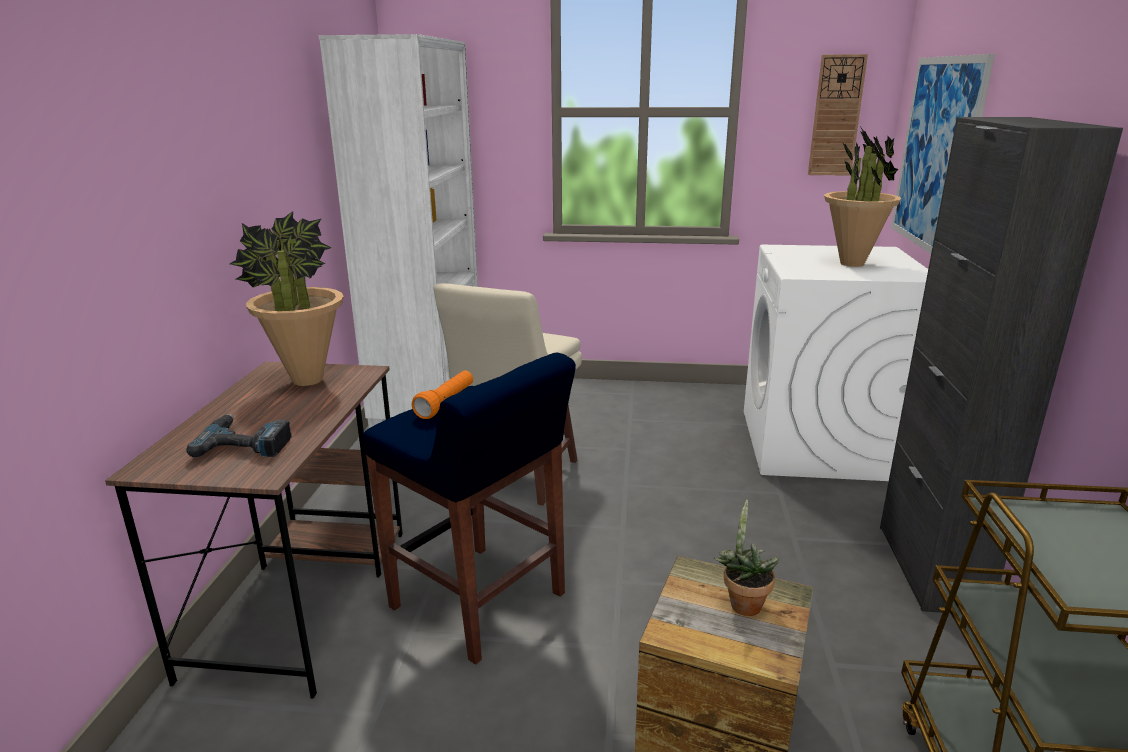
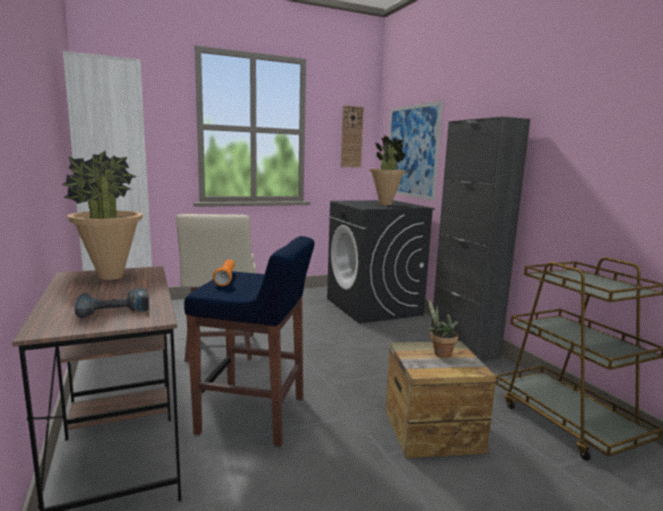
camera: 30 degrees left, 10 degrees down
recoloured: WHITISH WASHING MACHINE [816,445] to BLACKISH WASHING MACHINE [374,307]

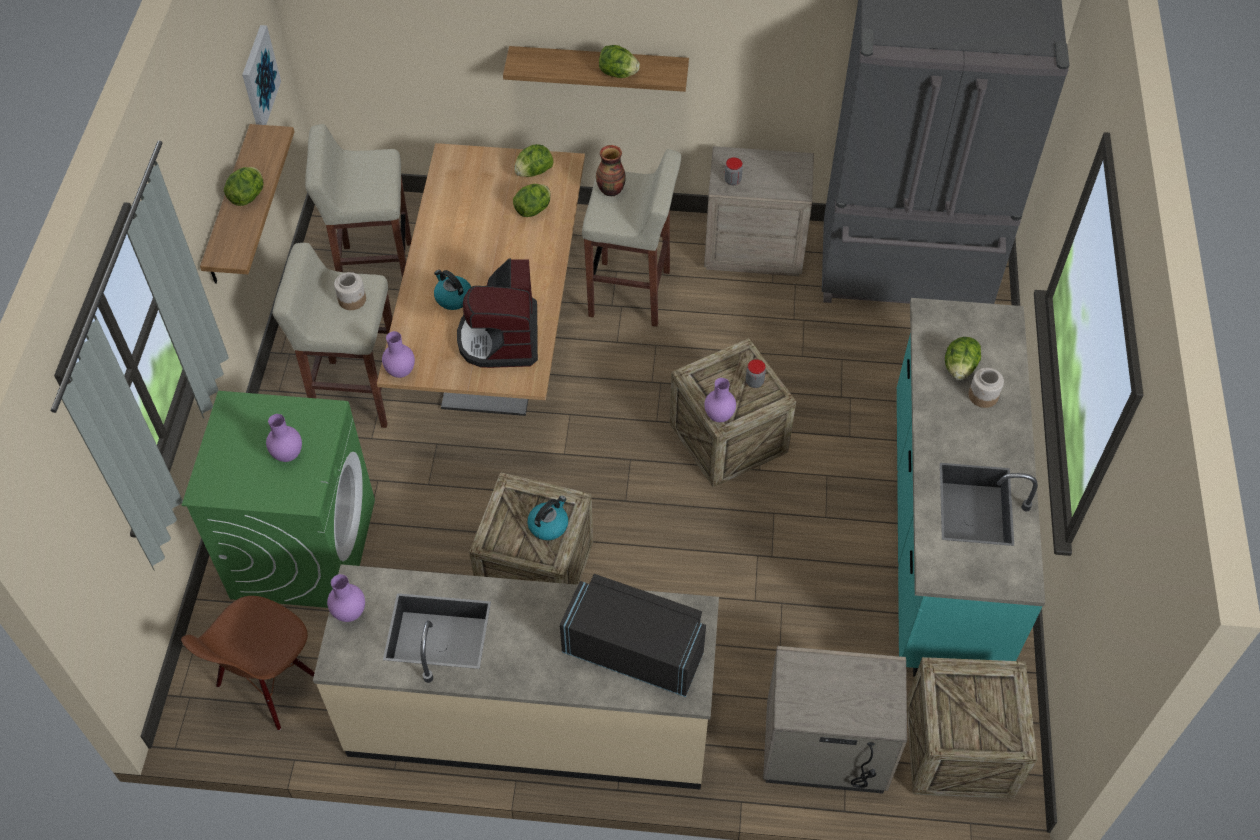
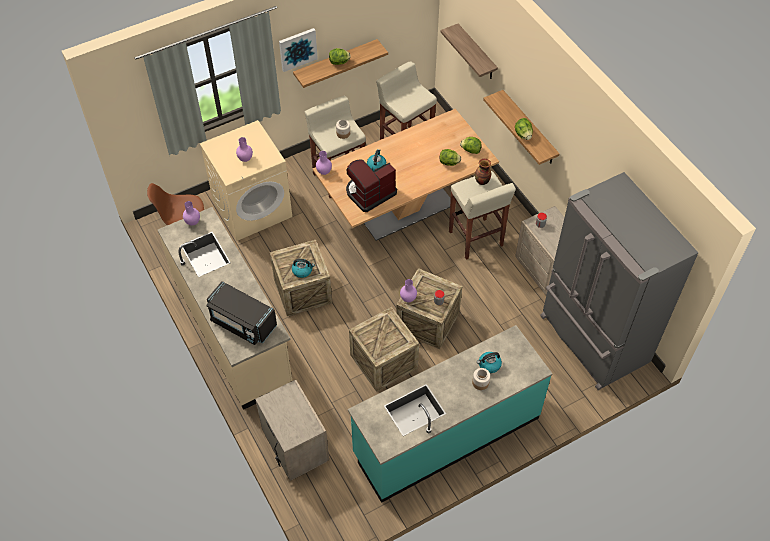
camera: 55 degrees right, 0 degrees up
added: BRACKET SHELF [476,53]
moved: WALL ART [259,77] to [297,49]; SHIPPING CRATE [959,748] to [384,361]
replaced: LETTUCE HEAD [959,368] to WATER KETTLE [489,365]
recoloured: GREENISH WASHING MACHINE [303,547] to BEIGE-COLOURED WASHING MACHINE [252,208]
turned: BLACKISH KITCHEN MICROWAVE [634,651] = [242,322] 135 degrees clockwise

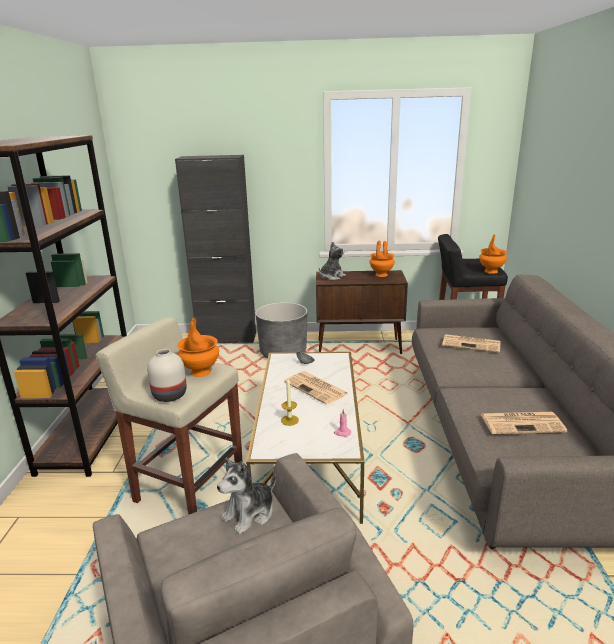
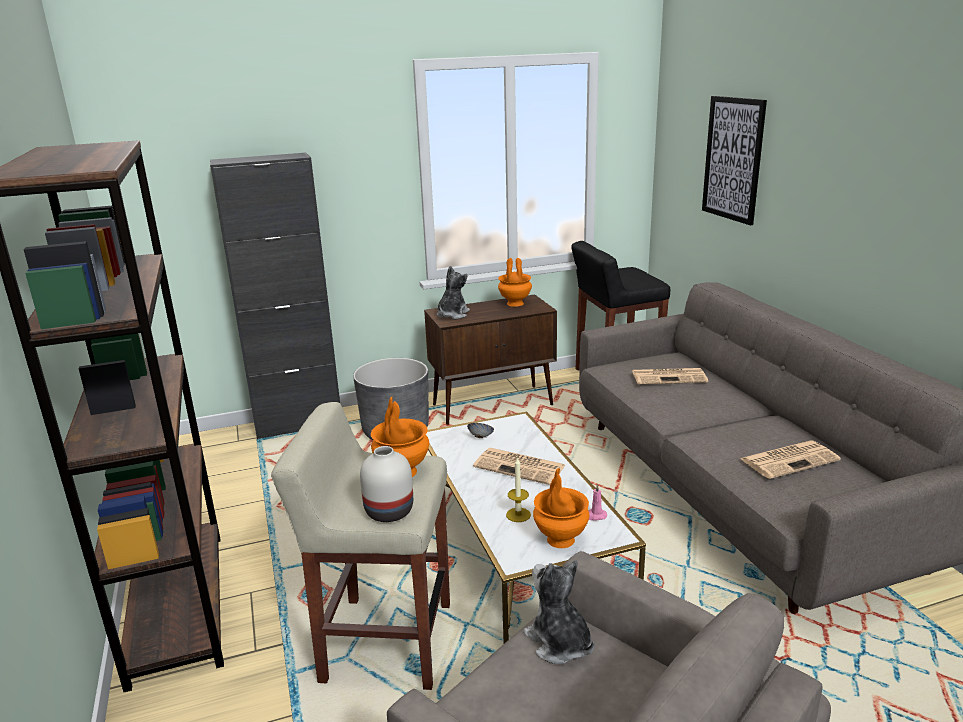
camera: 20 degrees left, 0 degrees up
added: WALL ART [733,159]
moved: ORANGE DECORATIVE VASE [491,271] to [560,539]
turned: PLUSH TOY [250,513] = [559,643] 120 degrees clockwise

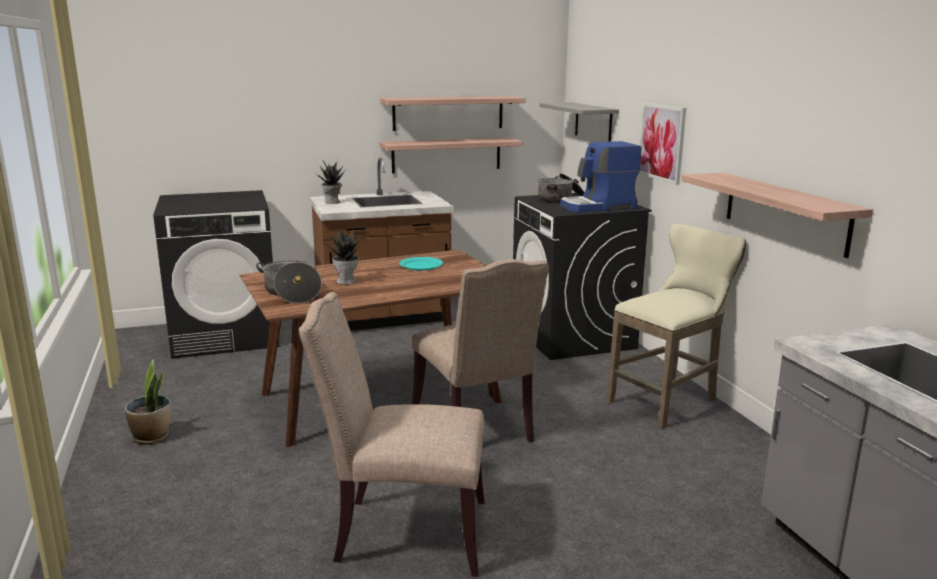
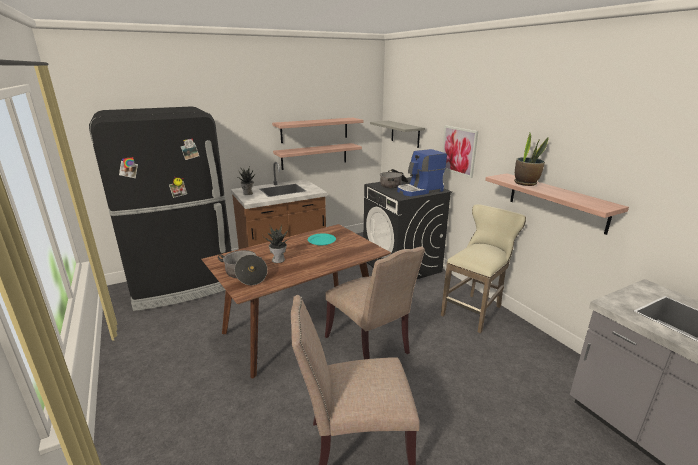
camera: 10 degrees left, 5 degrees up
moved: HOUSEPLANT [152,437] to [526,183]
replaced: BLACKISH WASHING MACHINE [226,336] to BLACKISH REFRIGERATOR [184,285]

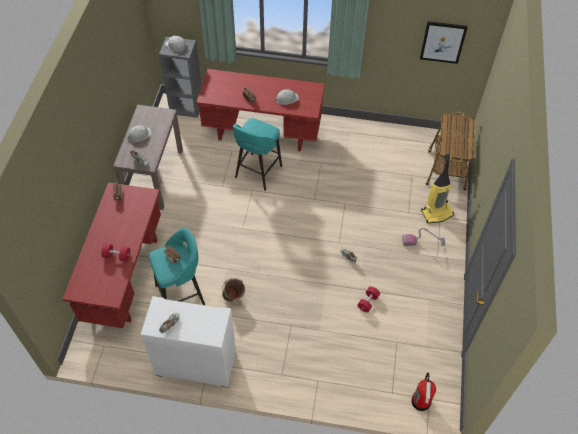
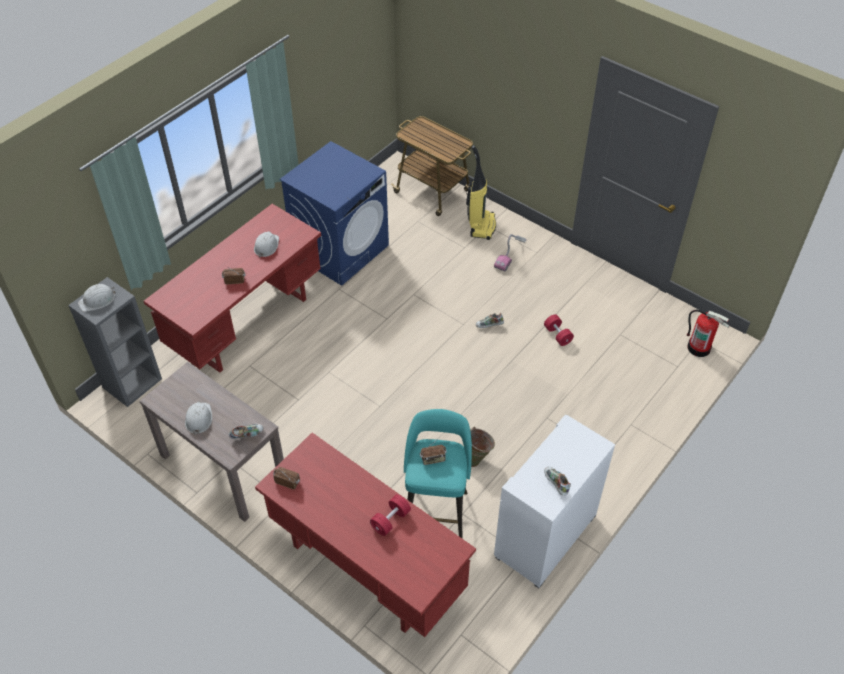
camera: 60 degrees left, 5 degrees down
removed: TURQUOISE-COLOURED STOOL SEAT [257,172]; WALL ART [443,42]
added: BLUE WASHING MACHINE [340,250]

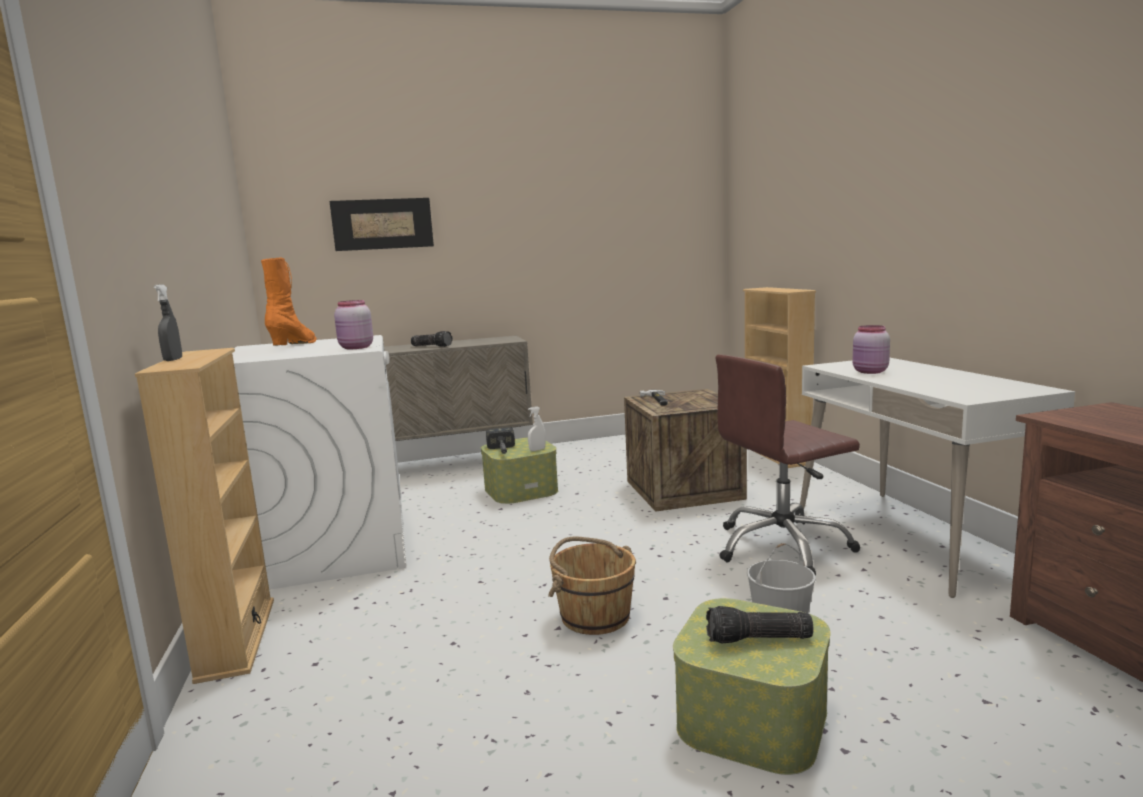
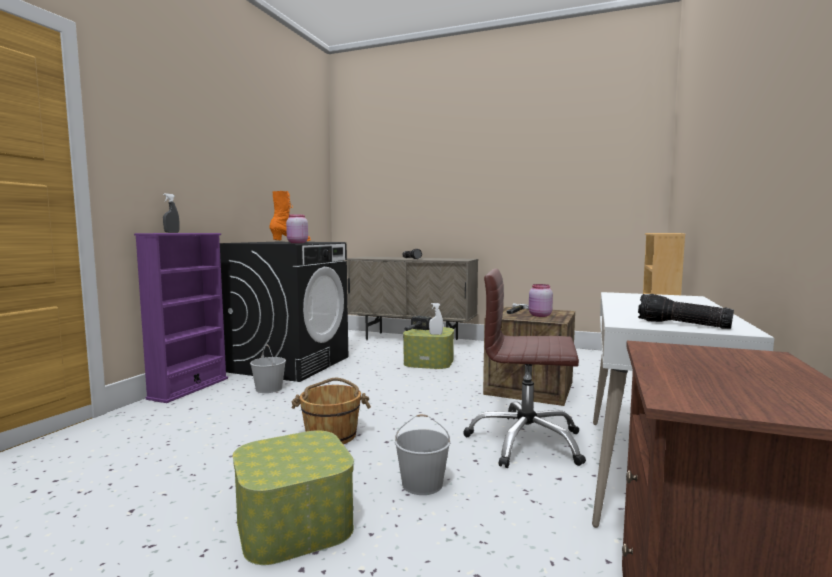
camera: 35 degrees right, 5 degrees down
removed: WALL ART [382,224]
added: WHITISH BUCKET [268,388]
moved: FLASHLIGHT [758,640] to [682,324]; PINK JAR [870,372] to [539,315]
recoloured: BEIGE-COLOURED SHELVING UNIT [236,638] to PURPLISH SHELVING UNIT [189,388]; WHITISH WASHING MACHINE [333,548] to BLACKISH WASHING MACHINE [290,364]

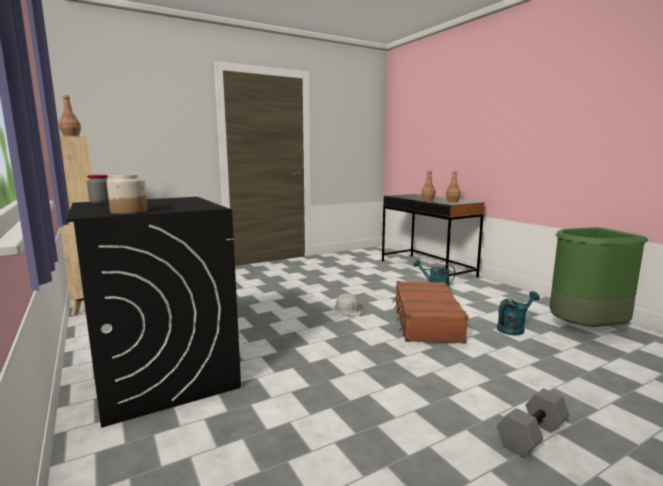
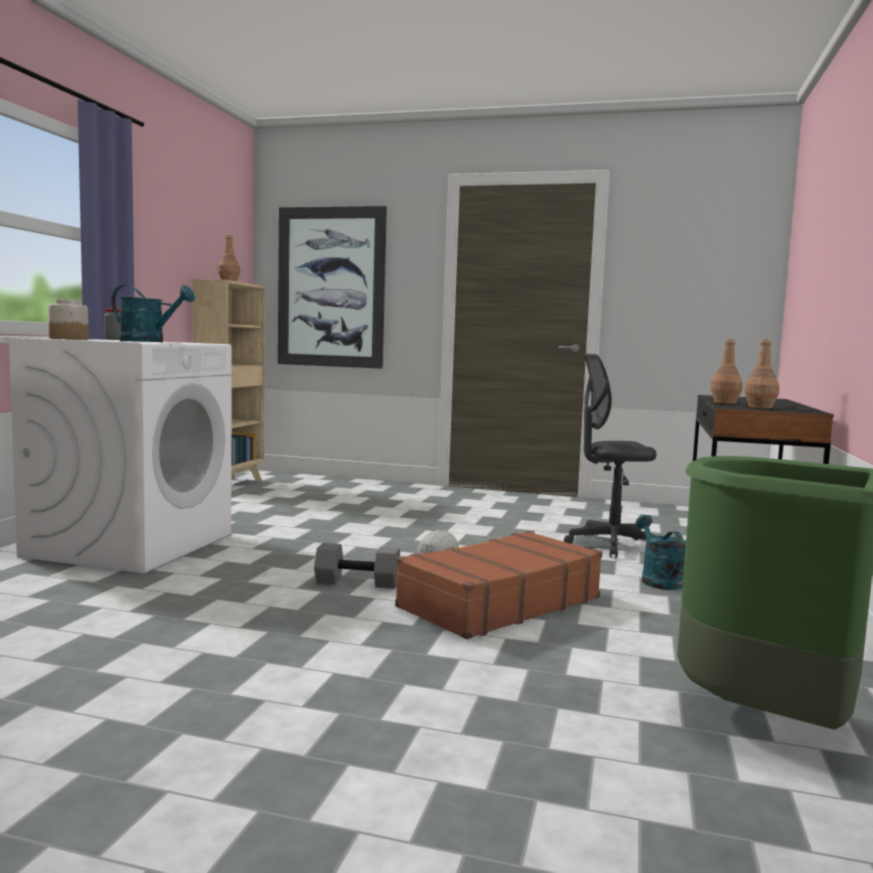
camera: 45 degrees right, 5 degrees down
added: WALL ART [331,287]; GRAY OFFICE CHAIR [610,545]
moved: TURQUOISE-COLOURED WATERING POT [513,328] to [149,341]; GRAY FREE WEIGHT [532,436] to [356,583]
recoloured: BLACKISH WASHING MACHINE [164,374] to WHITISH WASHING MACHINE [131,544]

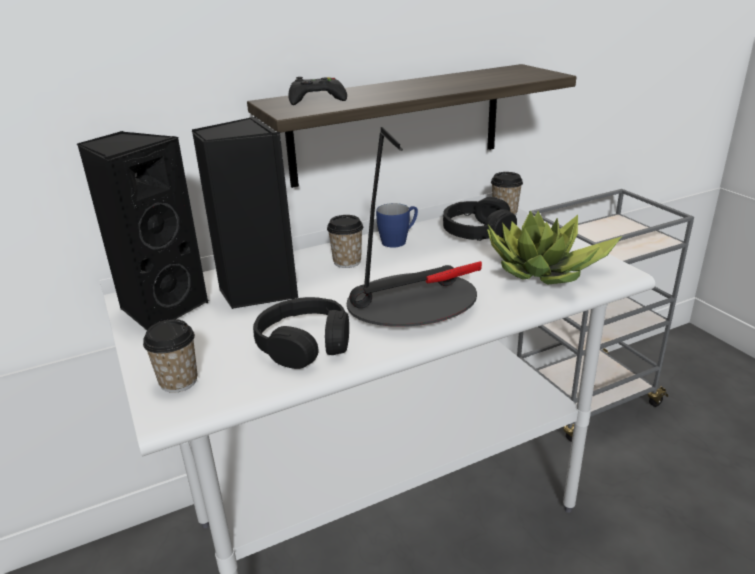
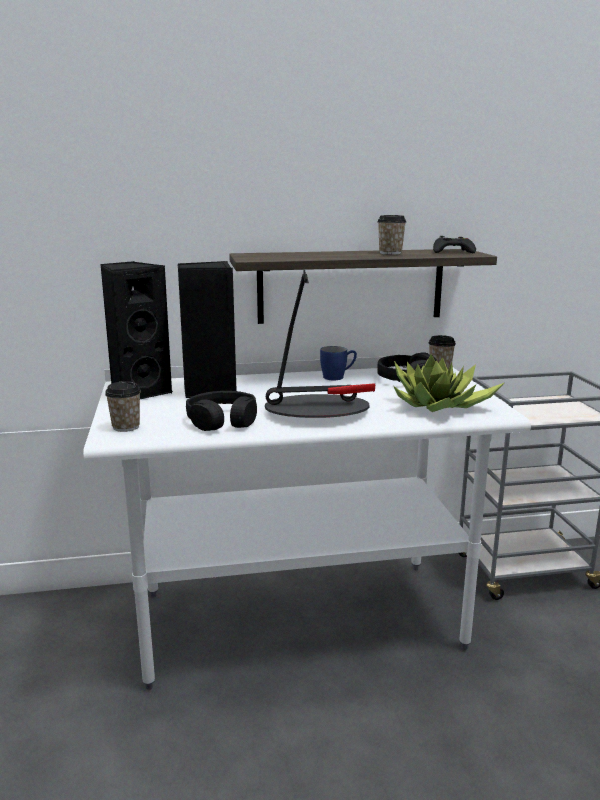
camera: 15 degrees right, 10 degrees down
moved: BLACKISH GAMEPAD [316,99] to [452,251]; SMALL CUP [347,262] to [390,253]

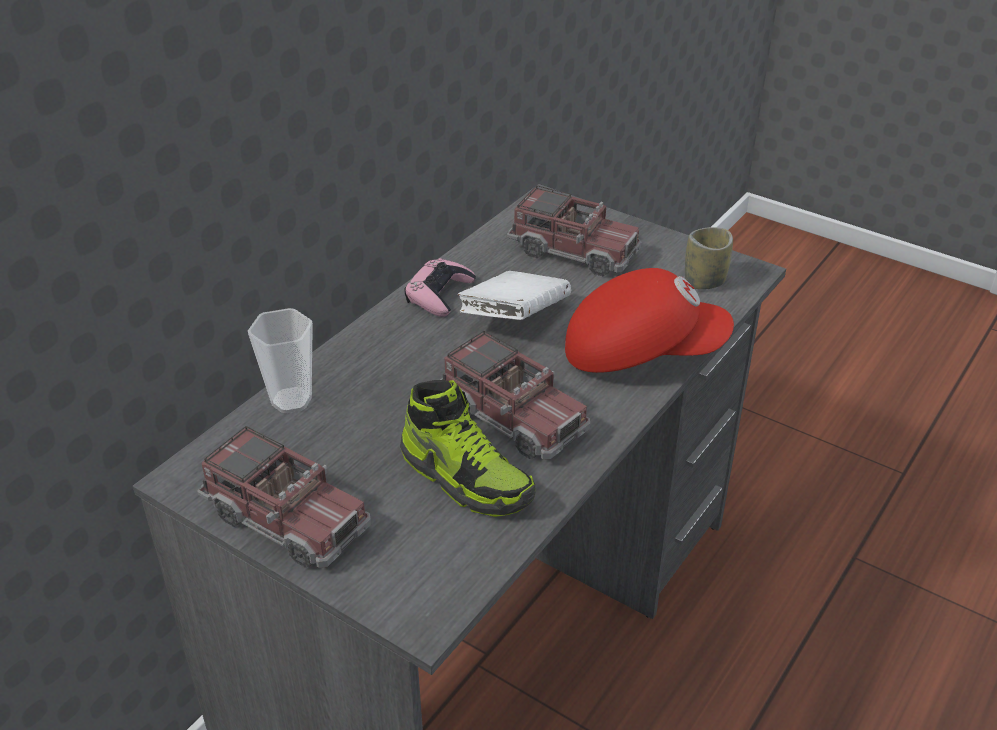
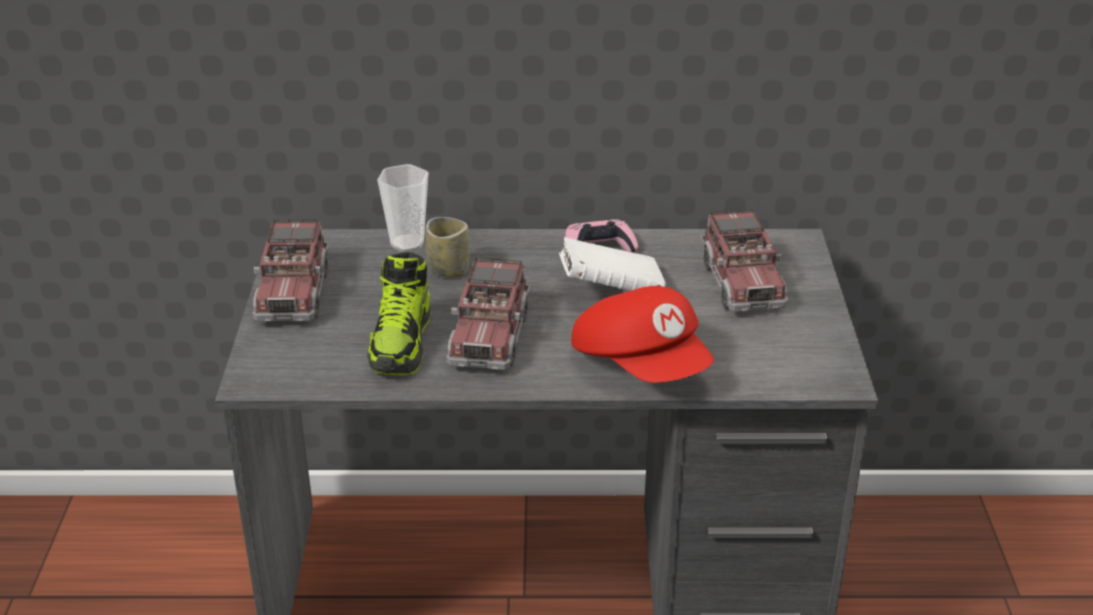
camera: 55 degrees right, 5 degrees down
moved: SMALL CUP [704,281] to [449,270]

